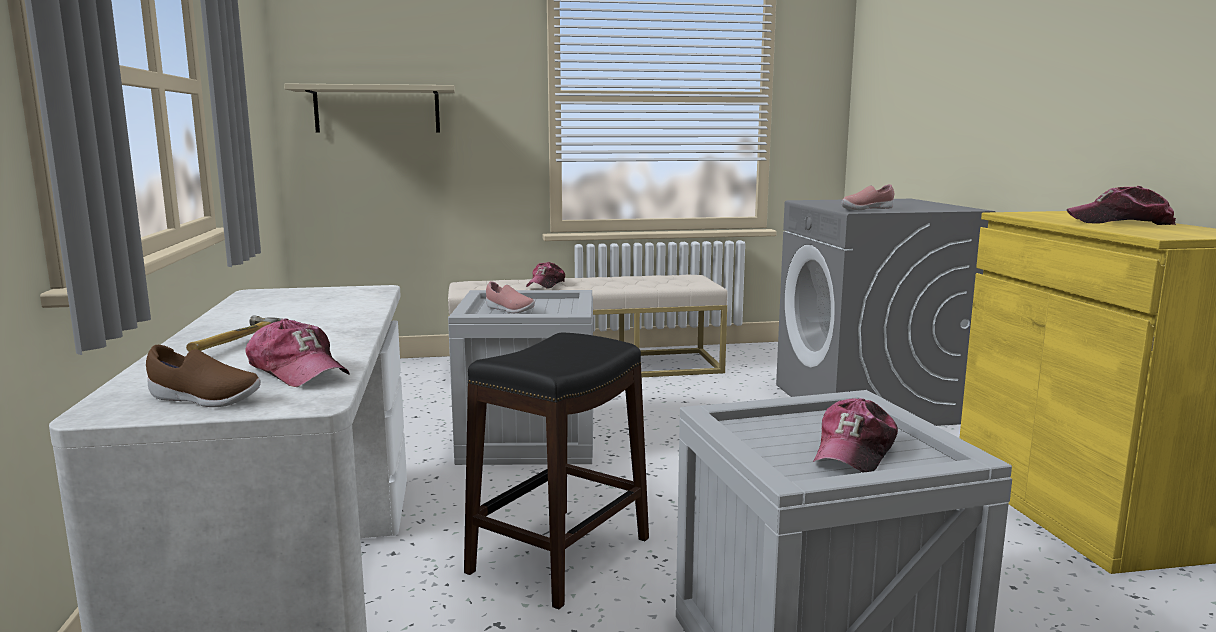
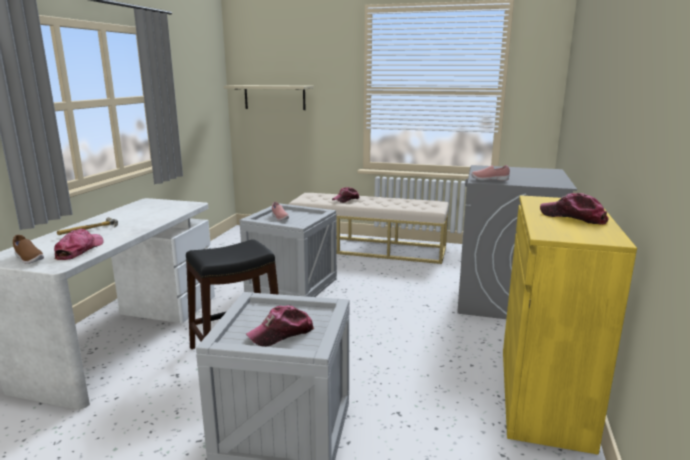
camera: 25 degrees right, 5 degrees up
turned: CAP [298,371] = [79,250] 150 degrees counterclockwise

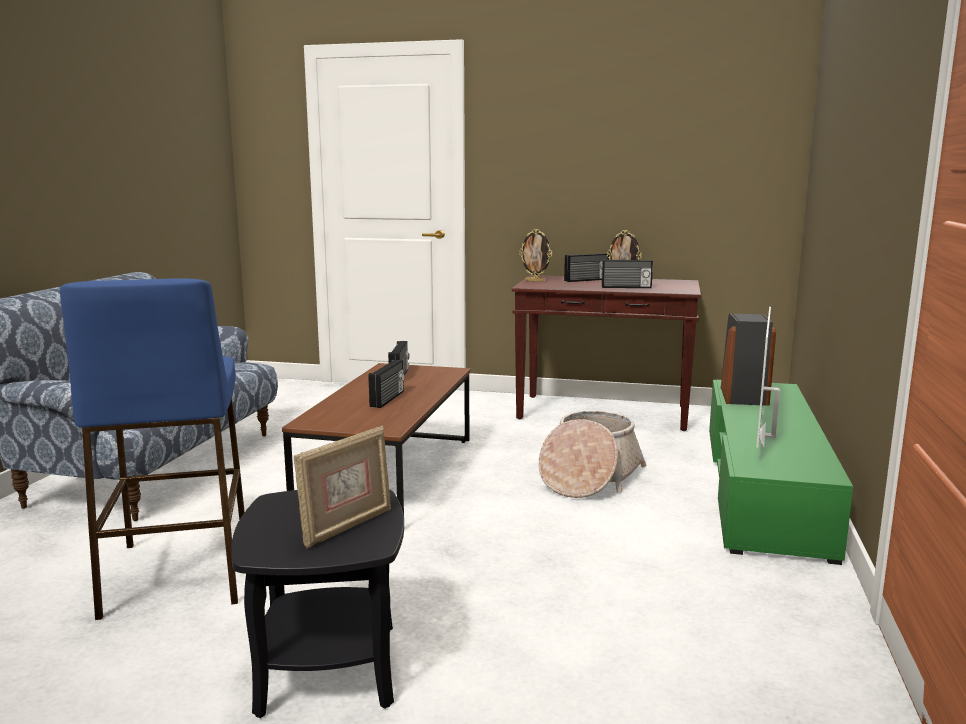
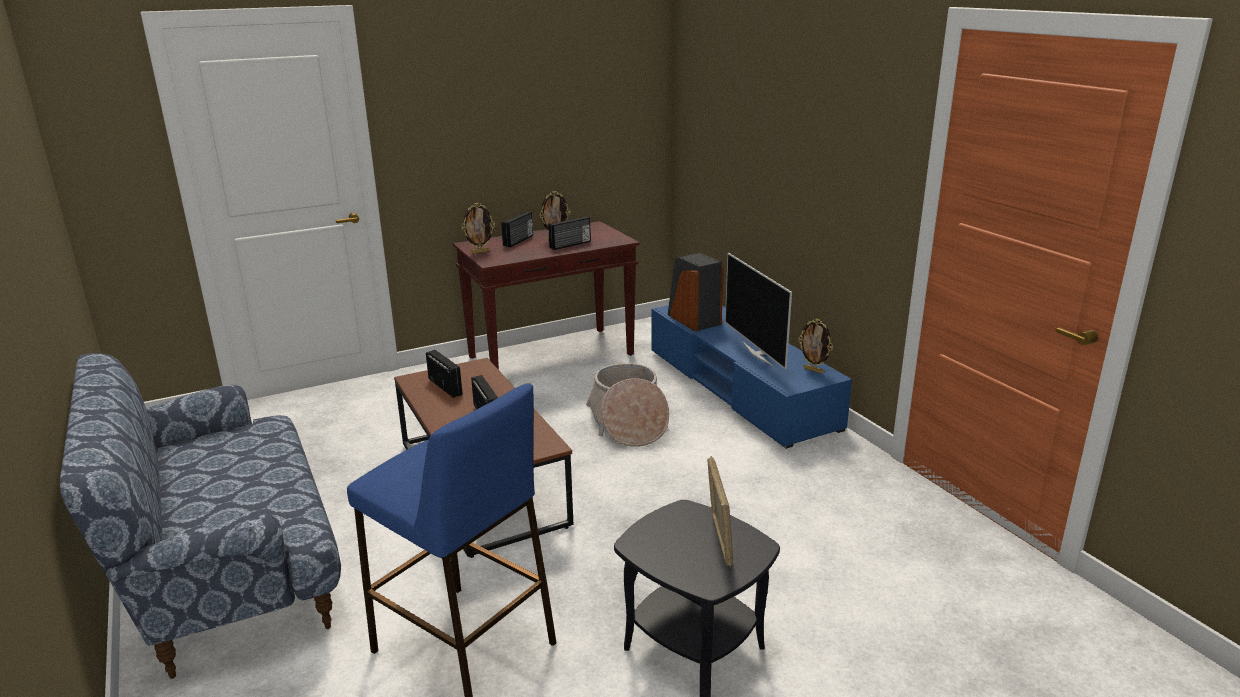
camera: 40 degrees left, 10 degrees up
added: PICTURE FRAME [813,370]
recoloured: GREENISH MEDIA CONSOLE [763,487] to BLUE MEDIA CONSOLE [739,388]

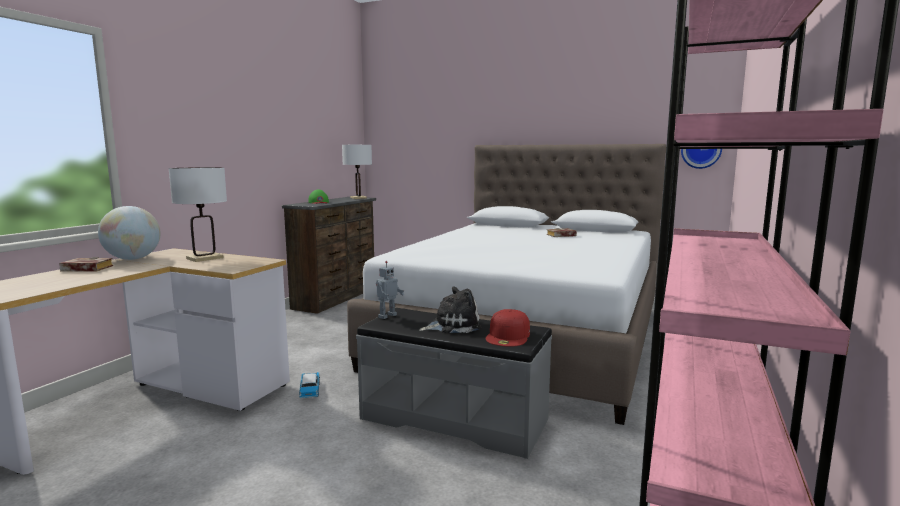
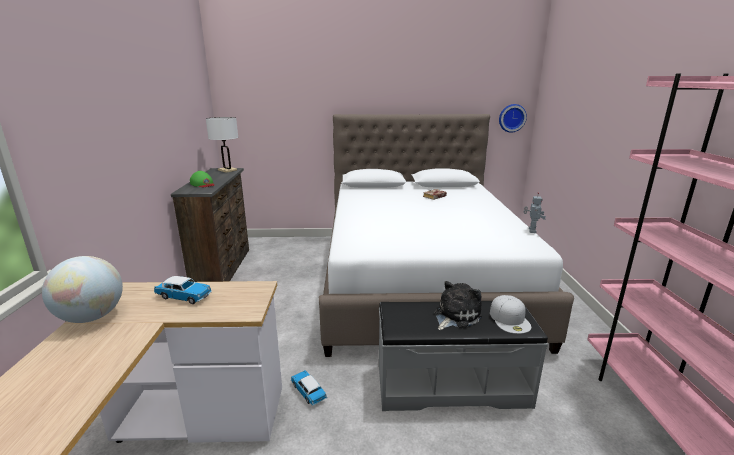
camera: 25 degrees left, 10 degrees up
removed: VOLUME [85,269]
moved: MODEL ROBOT [386,316] to [531,230]
replaced: WHITISH LAMP FOR A TABLE [205,258] to MINIATURE CAR [184,296]
recoloured: REDDISH CAP [508,336] to WHITISH CAP [510,319]

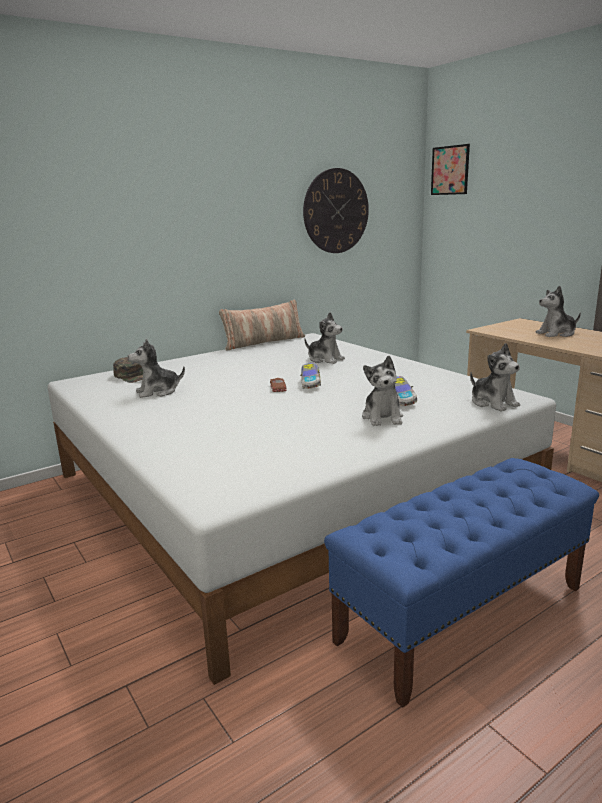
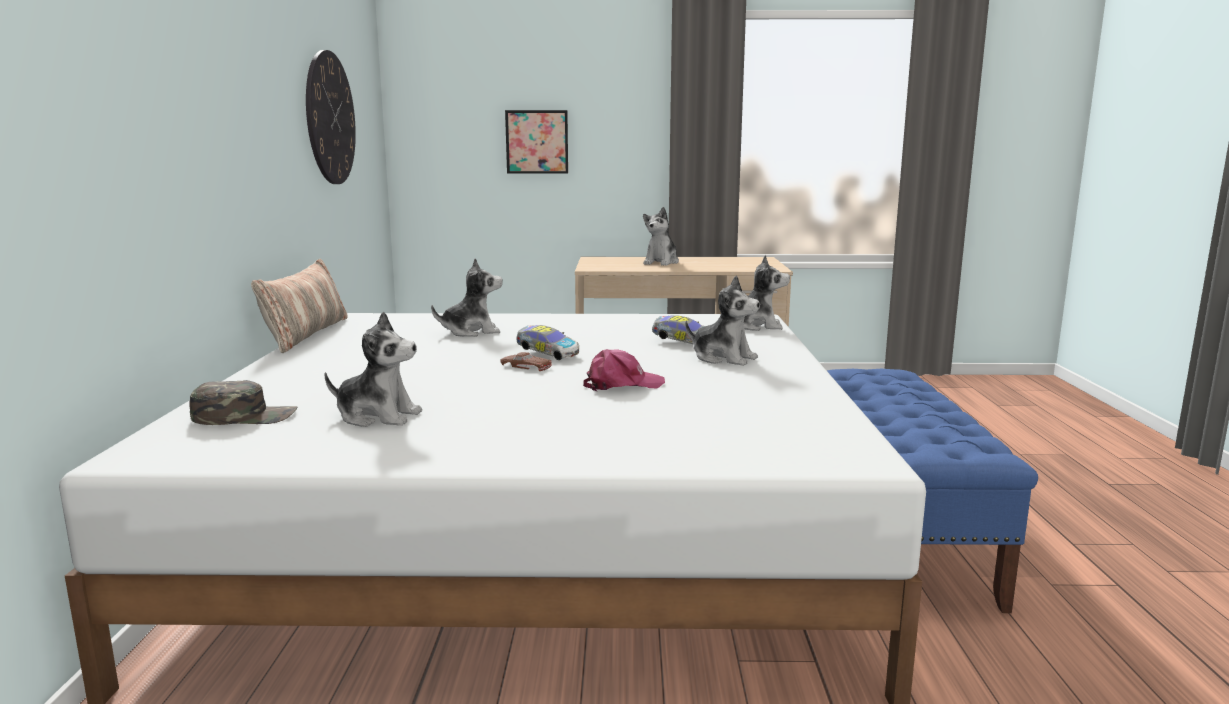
camera: 55 degrees left, 5 degrees down
added: PINK CAP [622,384]
moved: WALL ART [450,170] to [537,142]
turned: PLUSH TOY [158,392] = [378,416] 90 degrees counterclockwise

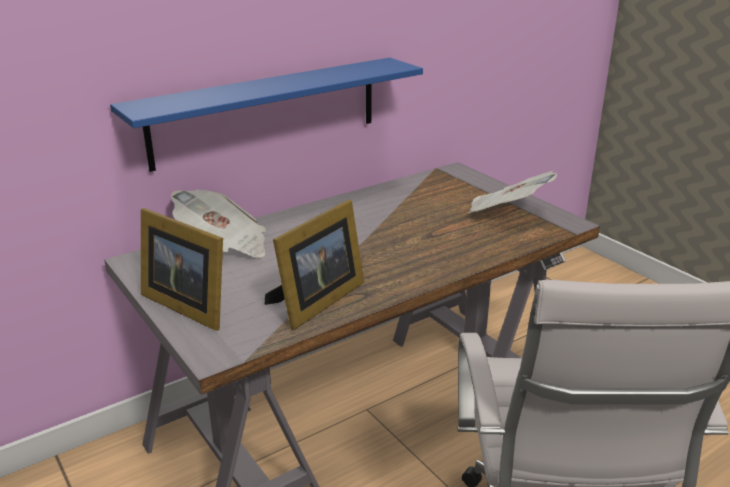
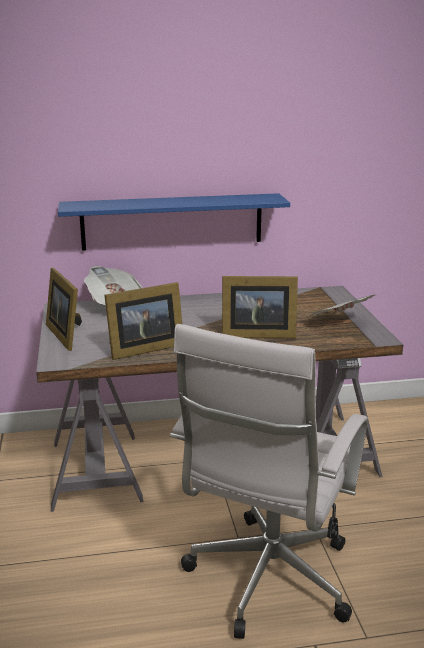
camera: 25 degrees right, 5 degrees down
added: PICTURE FRAME [255,334]

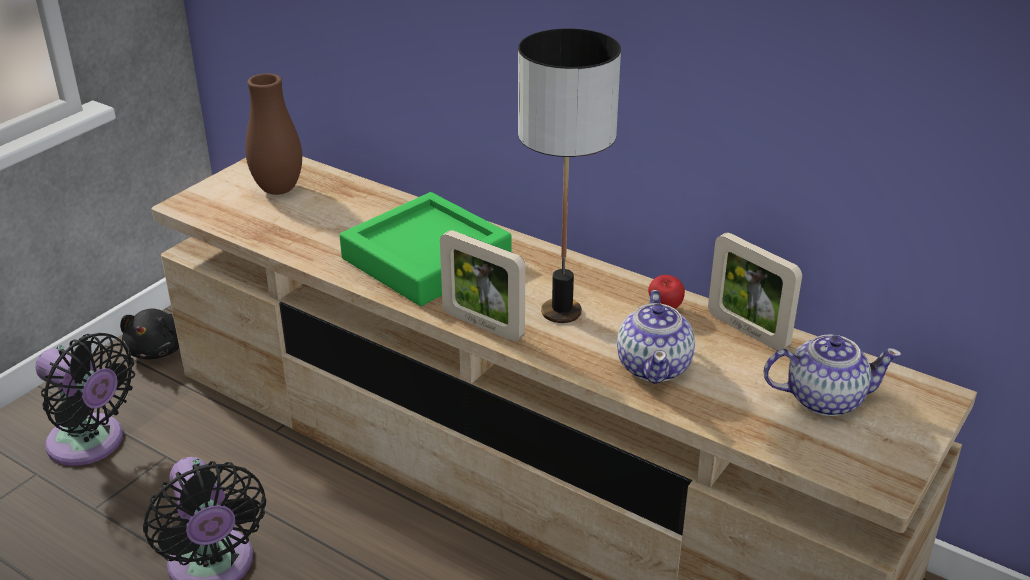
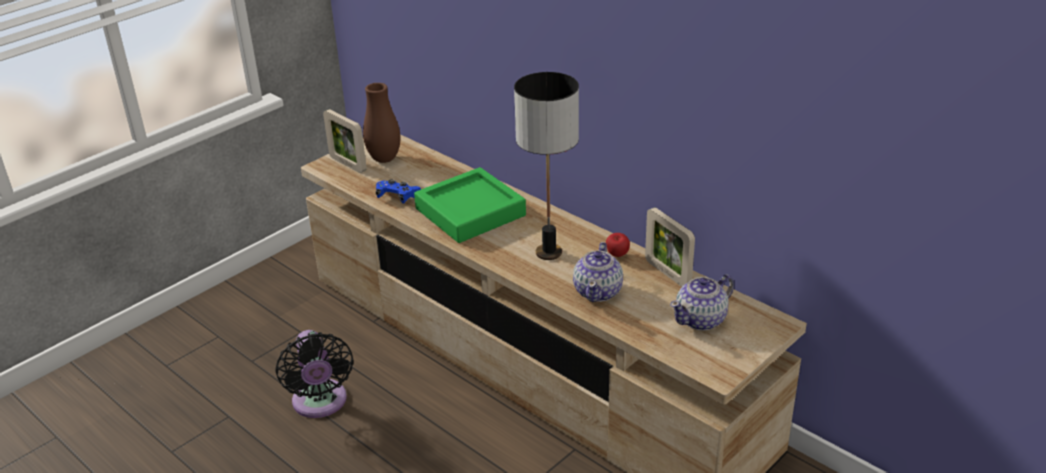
camera: 10 degrees right, 0 degrees up
removed: BLACKISH FAN [91,444]; BLACKISH PLUSH TOY [158,350]
added: BLUE GAMEPAD [398,197]
moved: PICTURE FRAME [483,325] to [348,164]
turned: TEA POT [823,399] = [701,319] 135 degrees clockwise

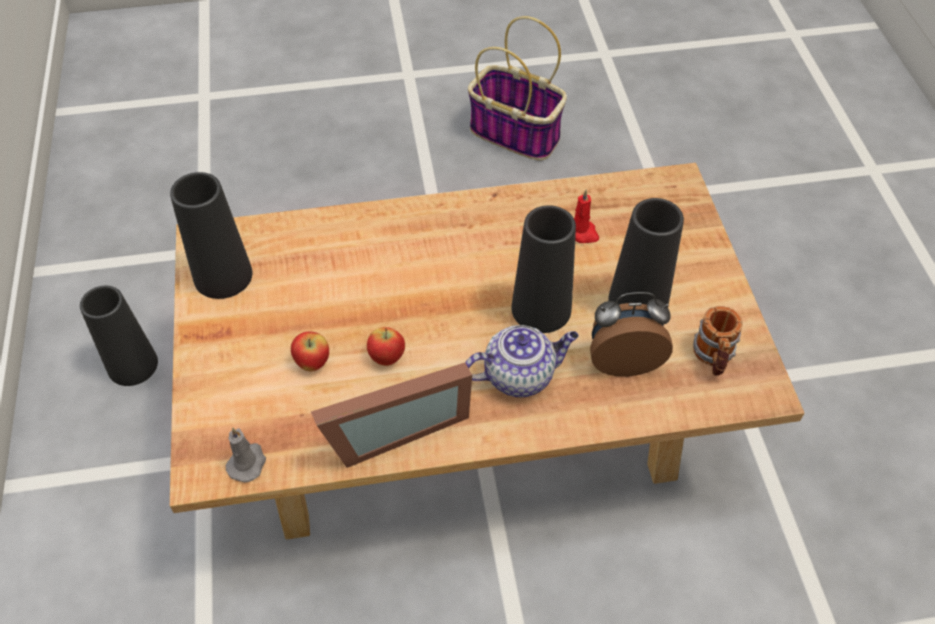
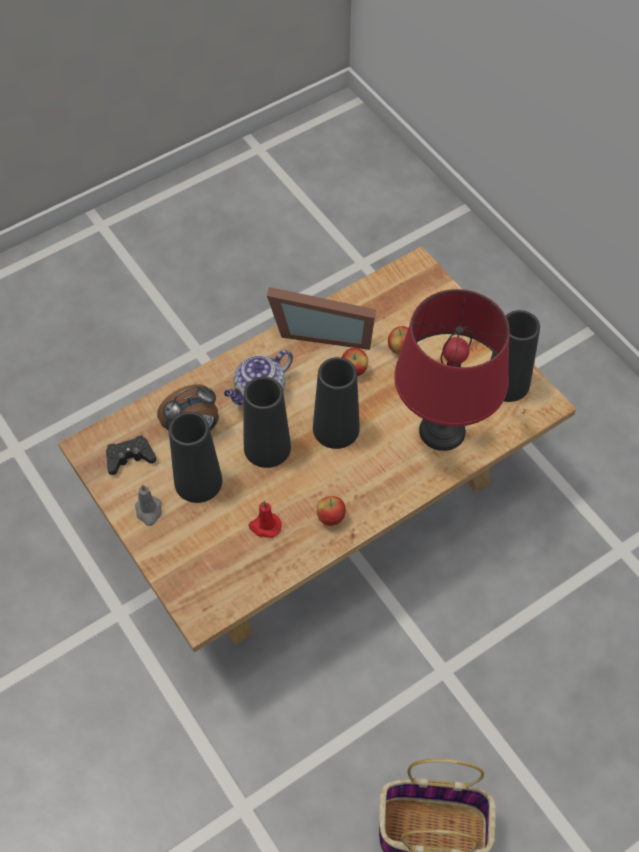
camera: 155 degrees right, 5 degrees up
added: WHOLE APPLE [330,518]; REDDISH LAMP FOR A TABLE [442,429]
moved: BLACKISH DECORATIVE VASE [132,365] to [336,428]; GRAY WAX LIGHT [247,463] to [149,511]
replaced: COFFEE MUG [713,357] to BLACKISH GAMEPAD [130,458]
turned: PICTURE FRAME [393,427] = [323,331] 120 degrees counterclockwise

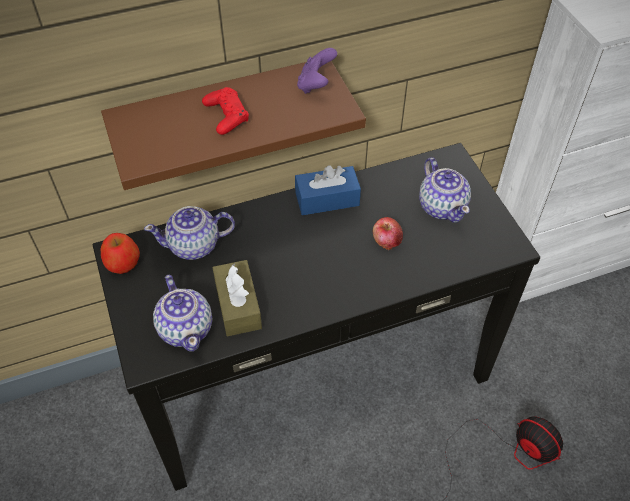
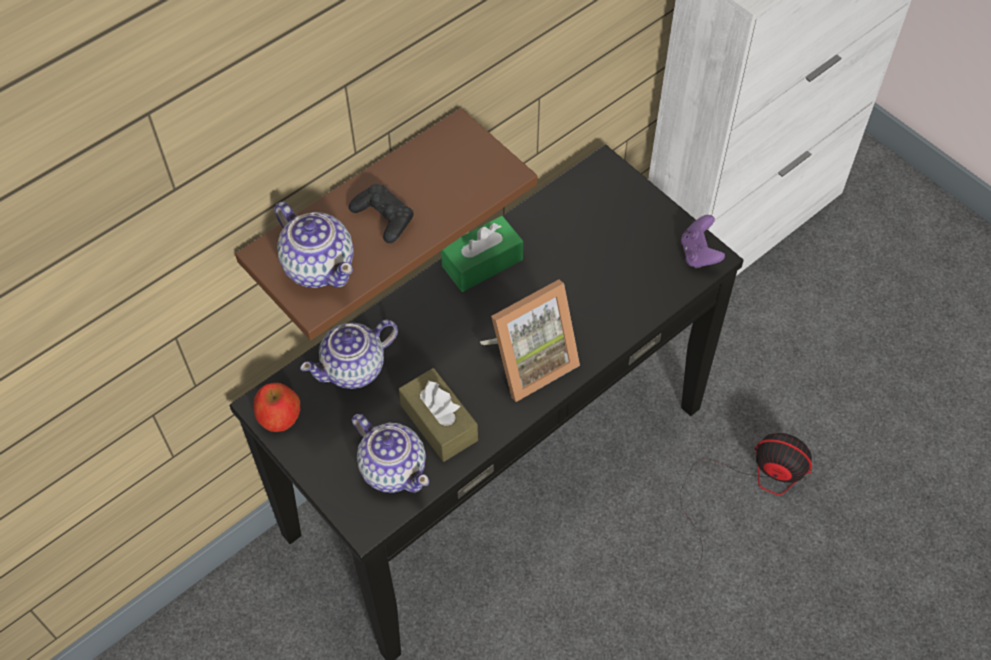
camera: 20 degrees left, 5 degrees up
removed: WHOLE APPLE [386,241]
added: PICTURE FRAME [529,361]
moved: PURPLISH GAMEPAD [316,85] to [699,254]; TEA POT [442,206] to [319,265]
recoloured: REDDISH GAMEPAD [226,115] to BLACKISH GAMEPAD [383,217]; BLUE BOX OF TISSUES [327,199] to GREENISH BOX OF TISSUES [482,263]

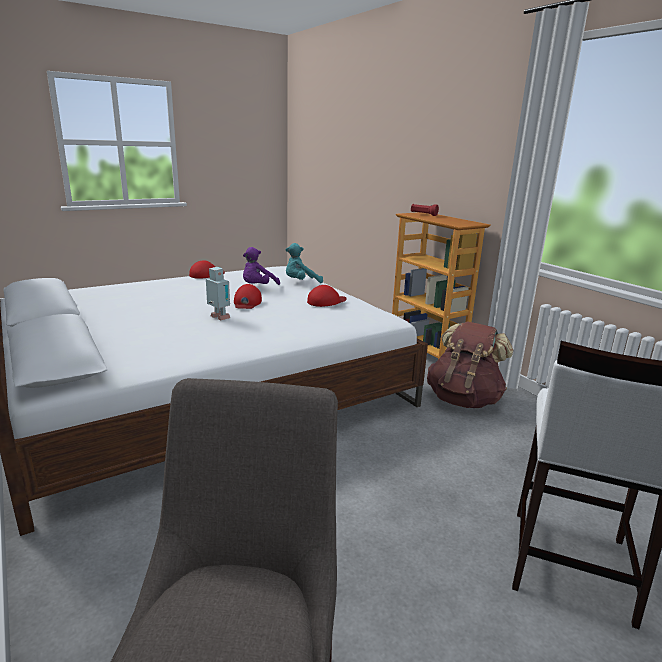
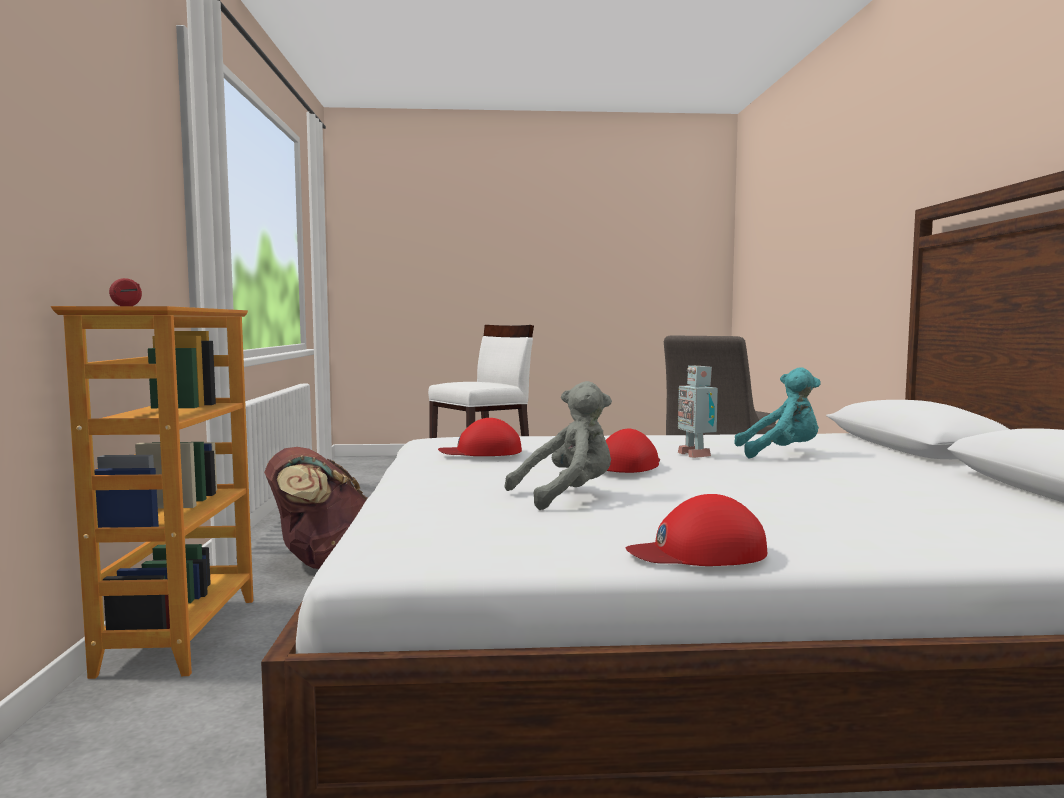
camera: 150 degrees left, 15 degrees down
moved: TURQUOISE-COLOURED PLUSH TOY [301,282] to [781,454]
recoloured: PURPLISH PLUSH TOY [258,287] to GRAY PLUSH TOY [567,496]

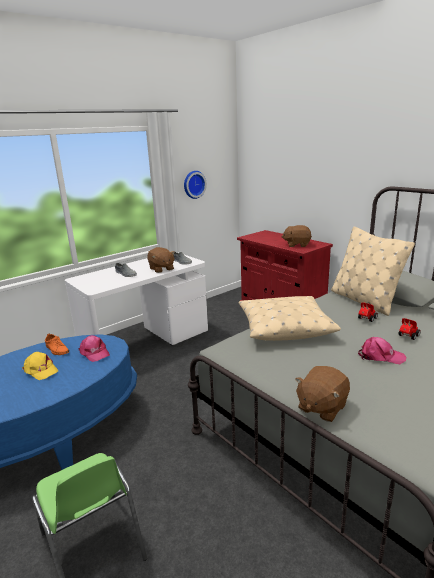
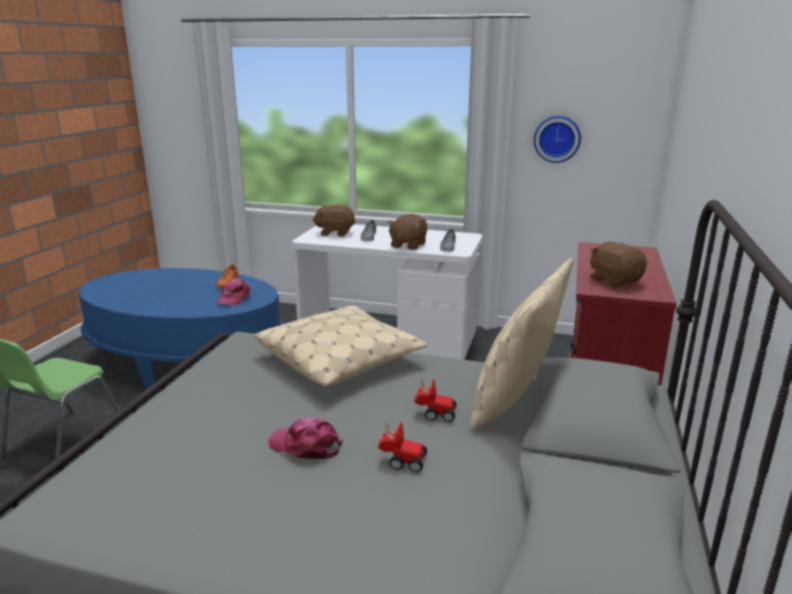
camera: 55 degrees right, 0 degrees up
removed: YELLOWISH CAP [40,370]
moved: BROWNISH PLUSH TOY [321,407] to [335,233]
turned: PINK CAP [380,356] = [306,446] 135 degrees clockwise

